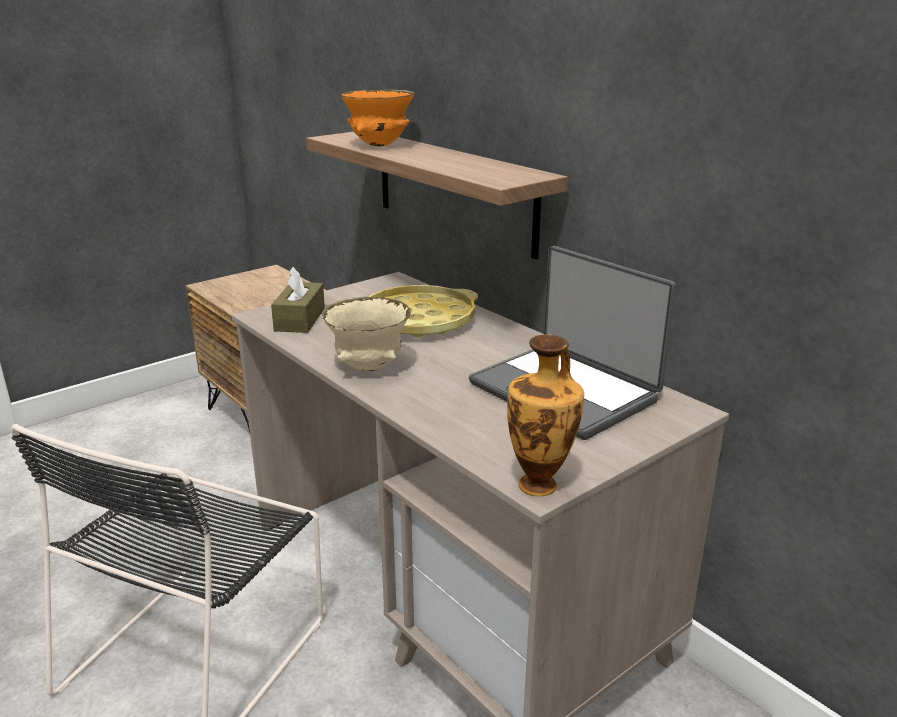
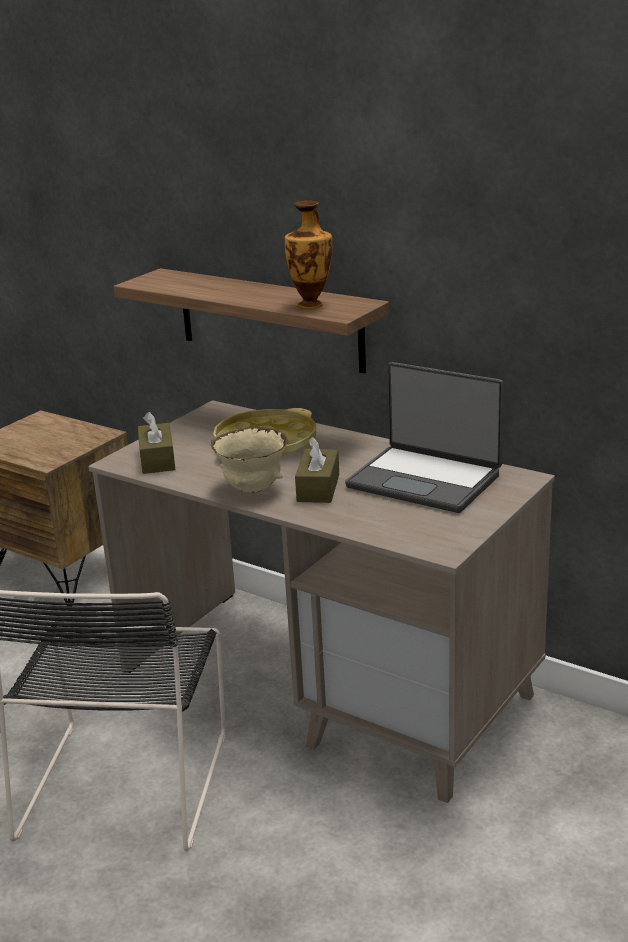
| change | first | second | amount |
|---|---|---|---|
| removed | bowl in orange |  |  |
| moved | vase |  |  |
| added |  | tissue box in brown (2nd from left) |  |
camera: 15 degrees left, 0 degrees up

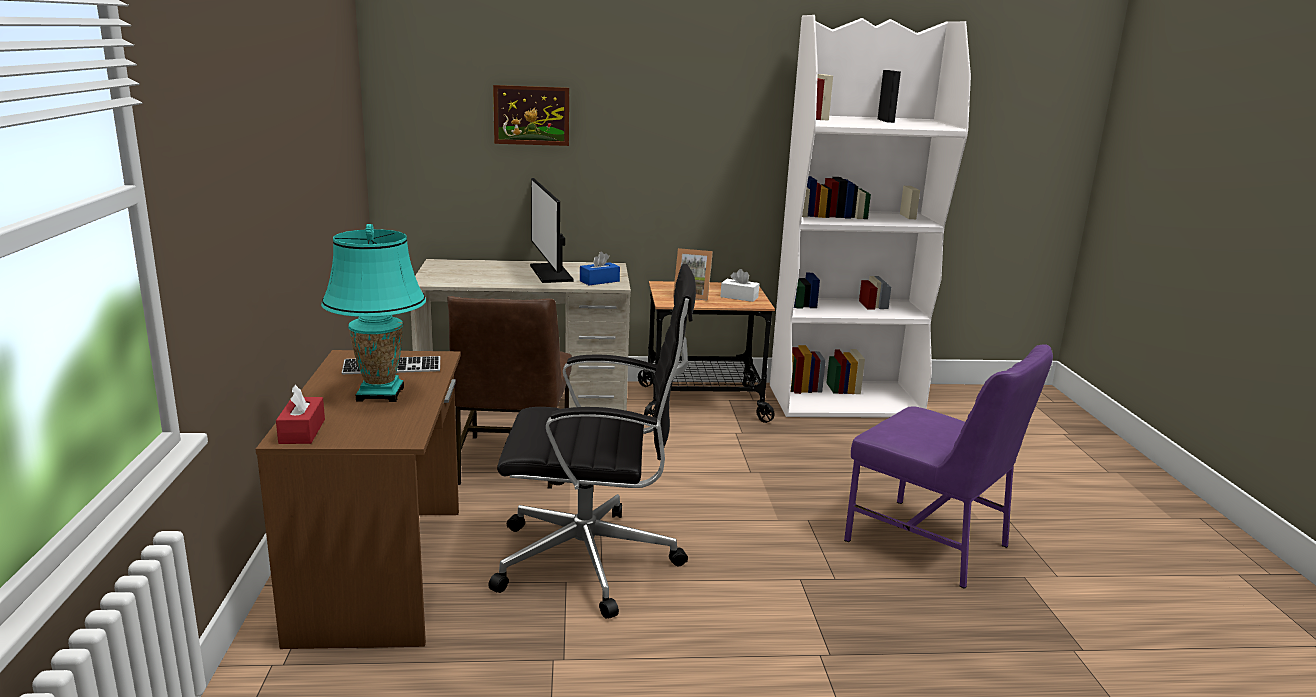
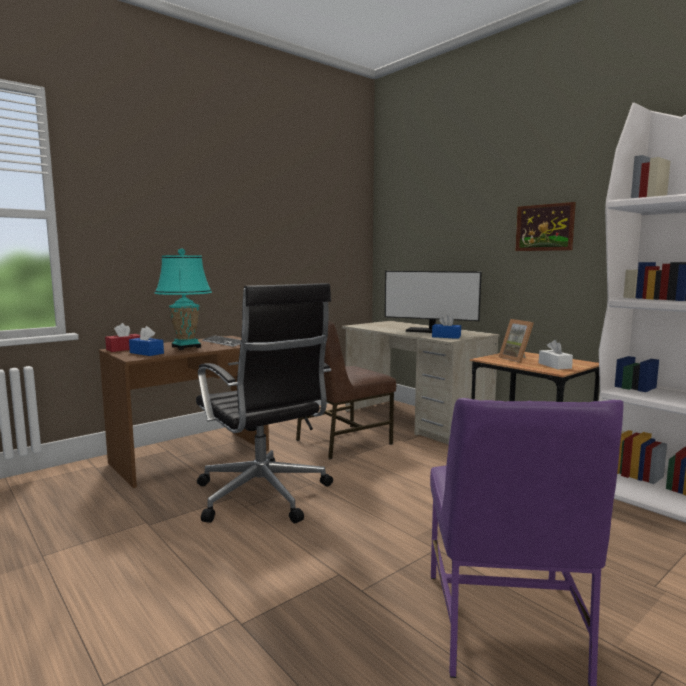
| change | first | second | amount |
|---|---|---|---|
| moved | picture |  |  |
| turned | monitor |  | 105 degrees counterclockwise |
| added |  | tissue box in blue (1st from left) |  |
camera: 55 degrees right, 10 degrees down

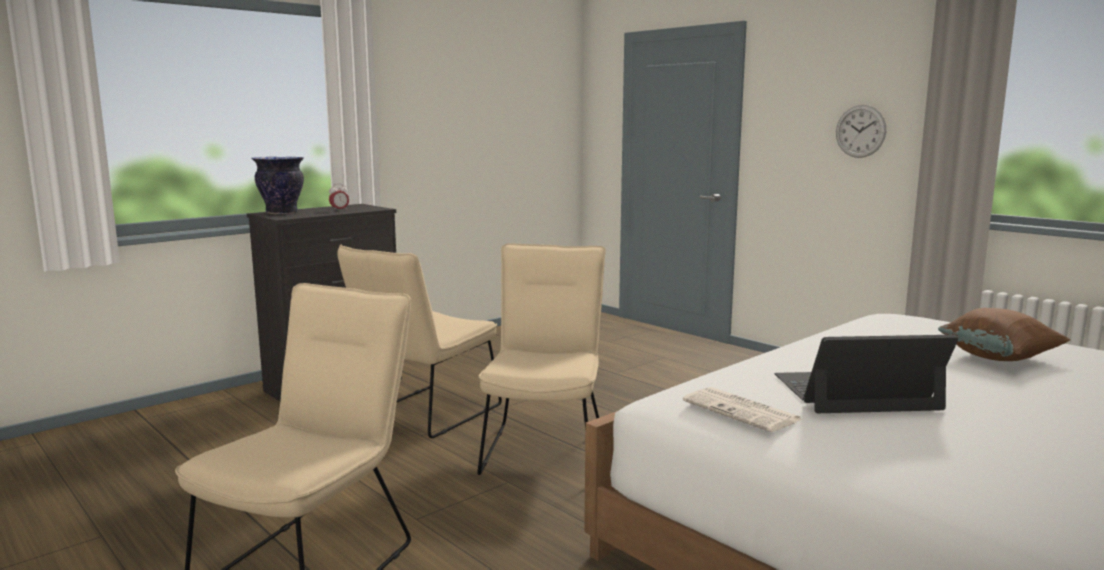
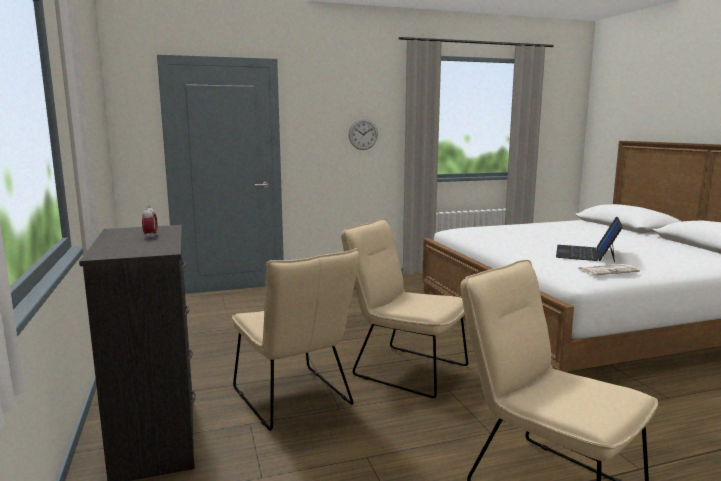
| change | first | second | amount |
|---|---|---|---|
| removed | vase |  |  |
| removed | pillow in brown |  |  |
camera: 65 degrees left, 0 degrees up

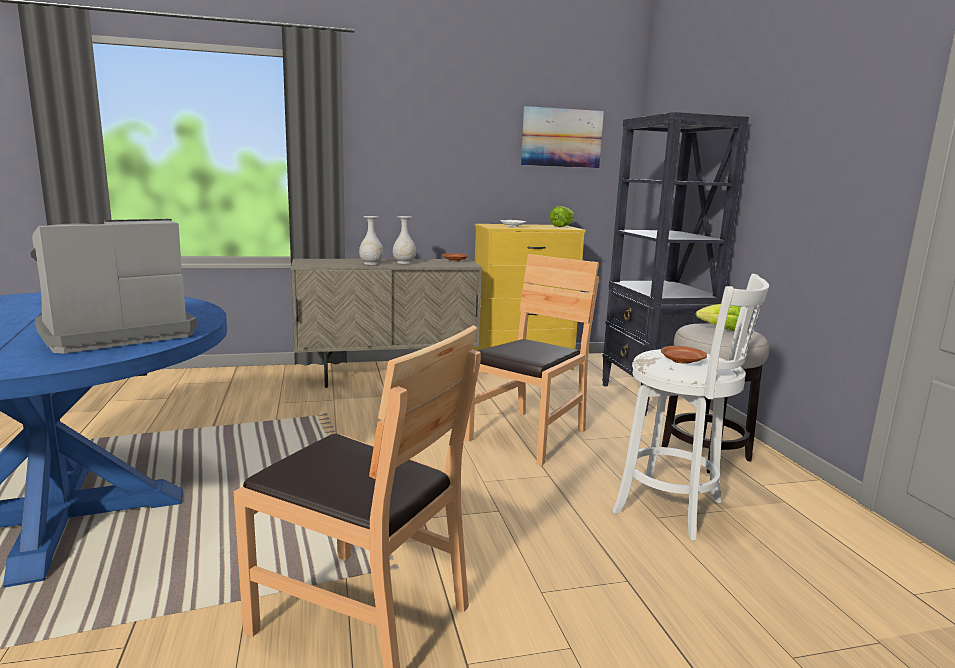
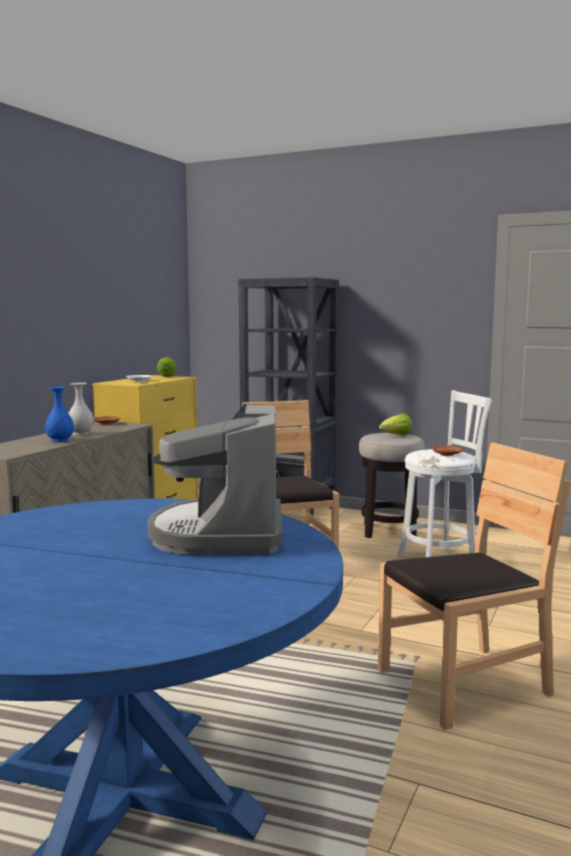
| change | first | second | amount |
|---|---|---|---|
| removed | picture |  |  |
| recoloured | vase in white (1st from left) | vase in blue |  |
camera: 50 degrees left, 5 degrees down

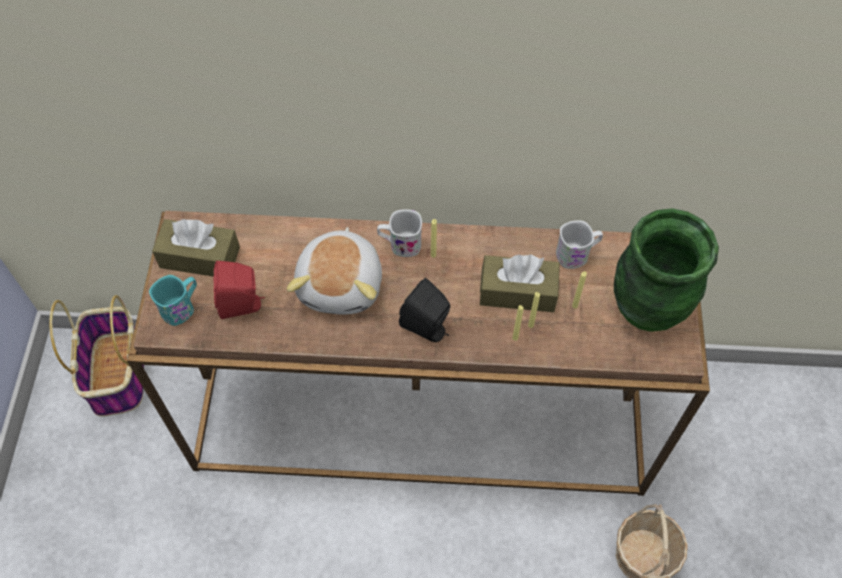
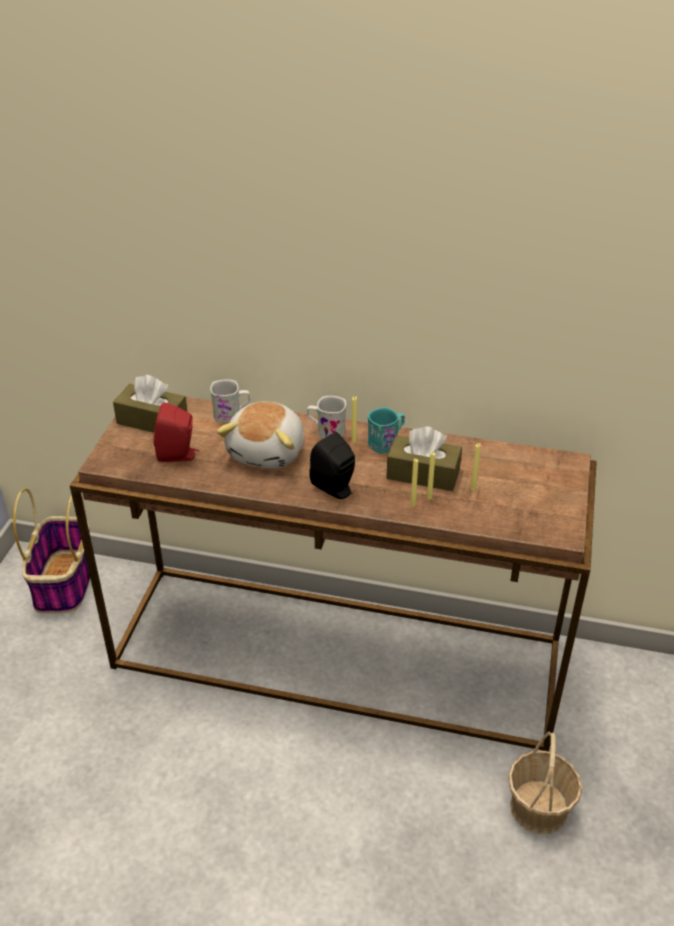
| change | first | second | amount |
|---|---|---|---|
| removed | vase in green |  |  |
| moved | mug in white (2nd from left in the first image) | mug in white (1st from left) |  |
| moved | mug in turquoise |  |  |
camera: 10 degrees right, 20 degrees down

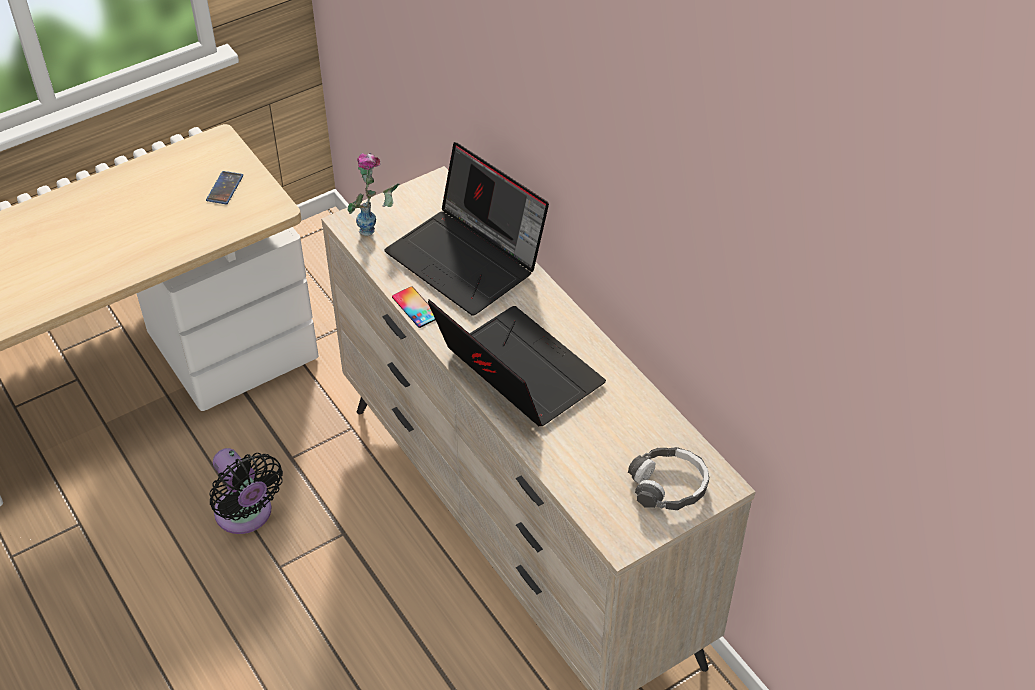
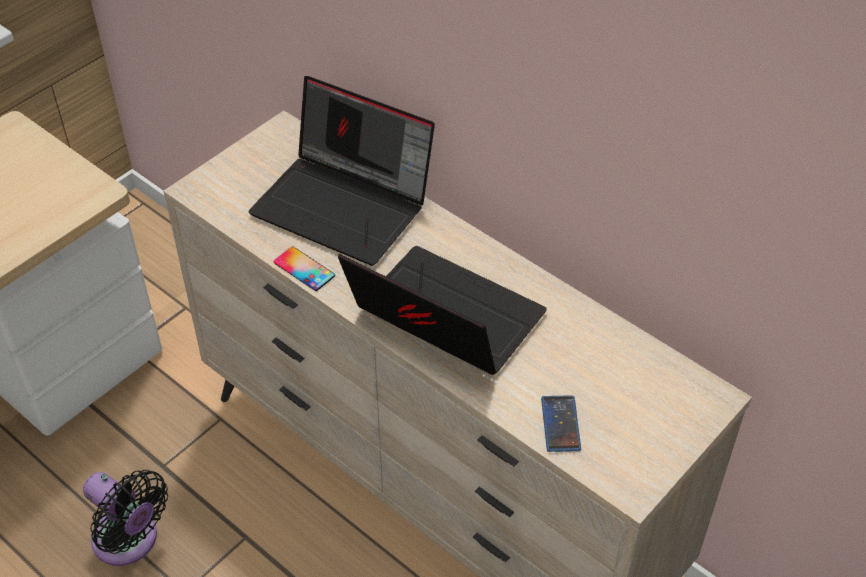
| change | first | second | amount |
|---|---|---|---|
| removed | vase |  |  |
| moved | phone (1st from left in the first image) | phone (2nd from left) |  |
| removed | headphones |  |  |
camera: 15 degrees left, 0 degrees up

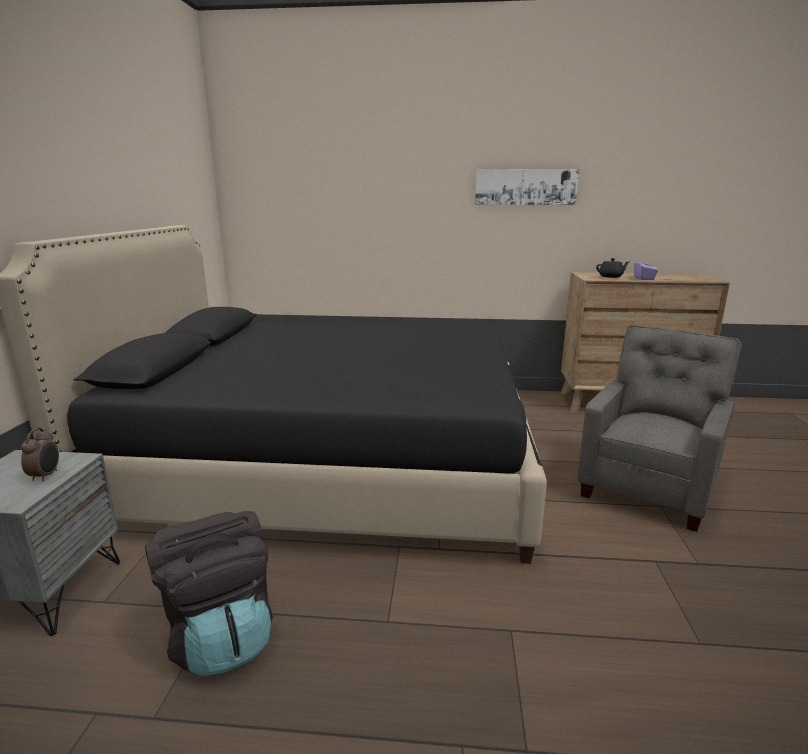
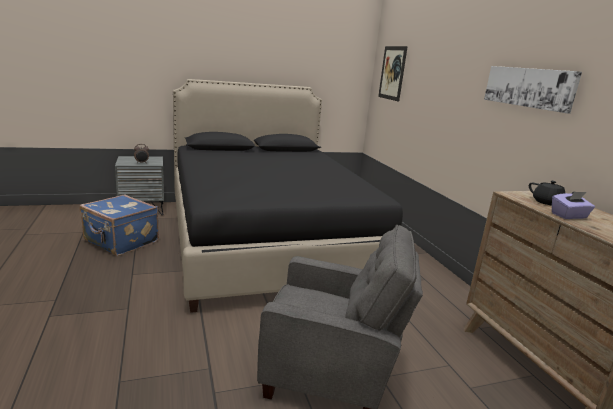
| change | first | second | amount |
|---|---|---|---|
| replaced | backpack in black | suitcase in blue |  |
| added |  | picture (1st from left) |  |
camera: 65 degrees right, 0 degrees up

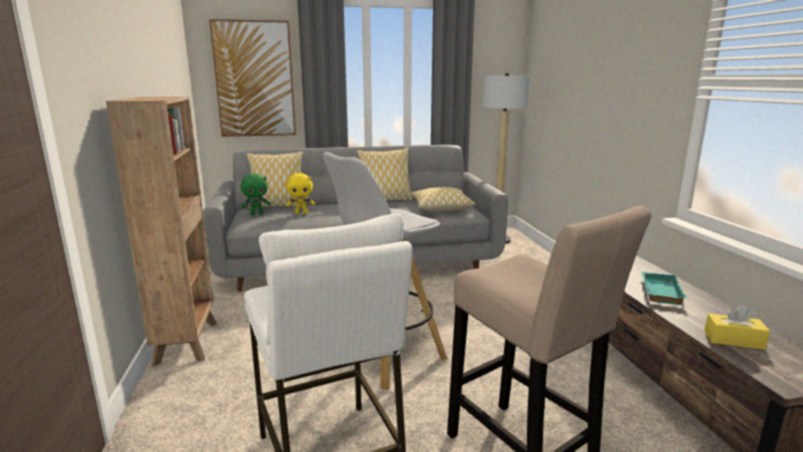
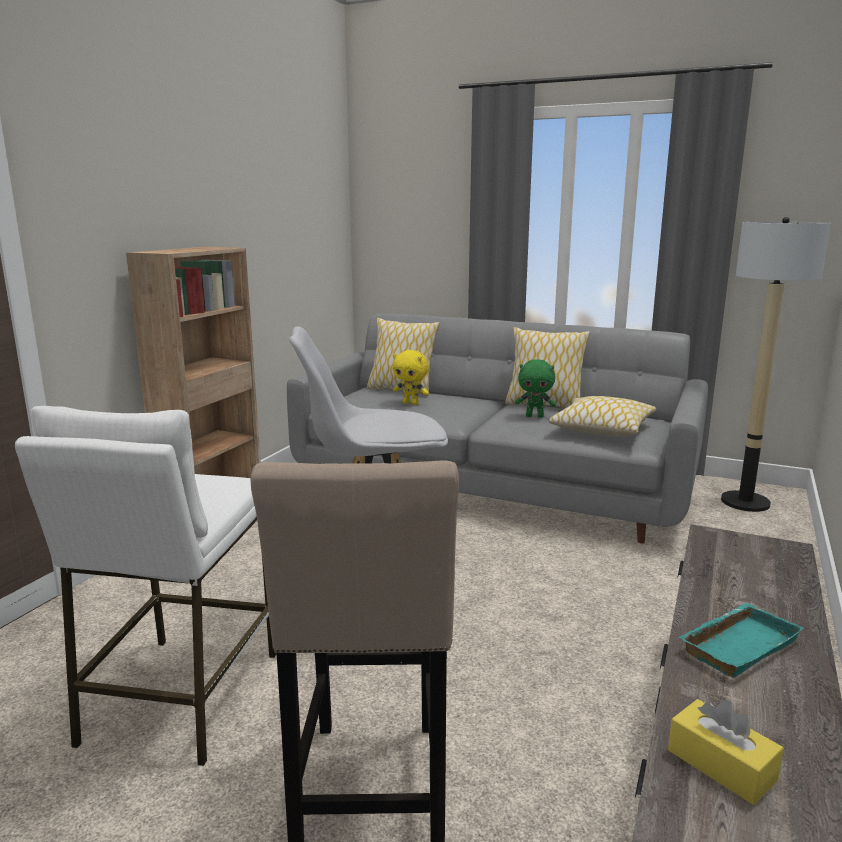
| change | first | second | amount |
|---|---|---|---|
| removed | picture |  |  |
| moved | plush toy in green |  |  |
camera: 35 degrees right, 0 degrees up

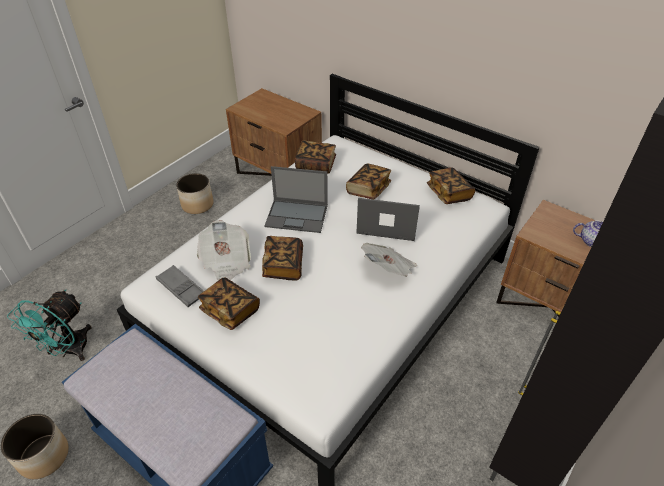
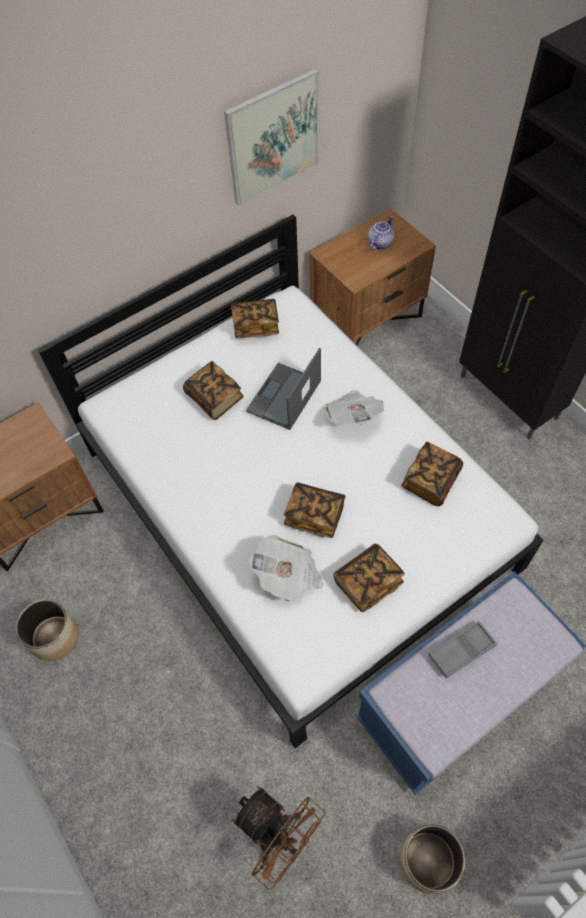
| change | first | second | amount |
|---|---|---|---|
| moved | book (3rd from left in the first image) | book (5th from left) |  |
| removed | laptop (1st from left) |  |  |
| moved | tray in grey |  |  |
| recoloured | fan in turquoise | fan in brown |  |
| added |  | picture |  |
camera: 70 degrees left, 15 degrees up

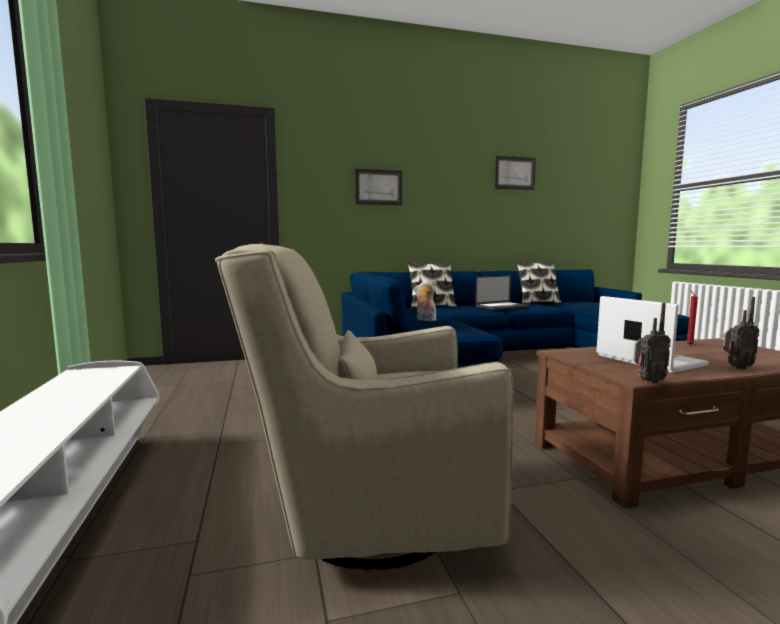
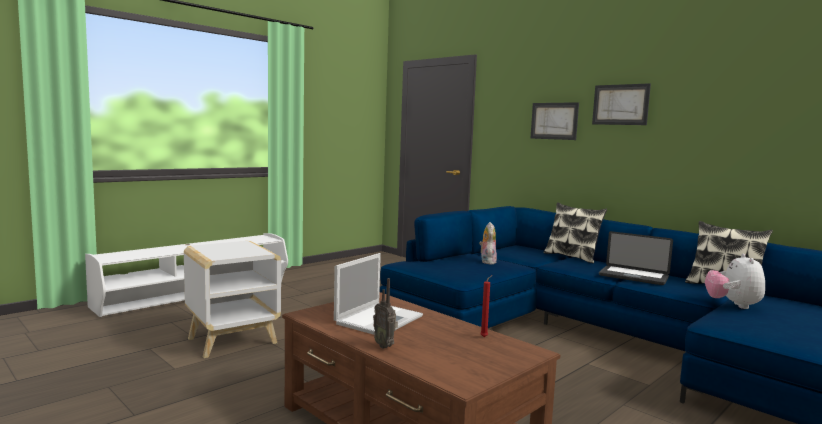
| change | first | second | amount |
|---|---|---|---|
| moved | picture (2nd from left) |  |  |
| replaced | armchair in beige | side table in white |  |
| removed | radio (1st from left) |  |  |
| added |  | plush toy (2nd from left) |  |
camera: 60 degrees right, 0 degrees up

